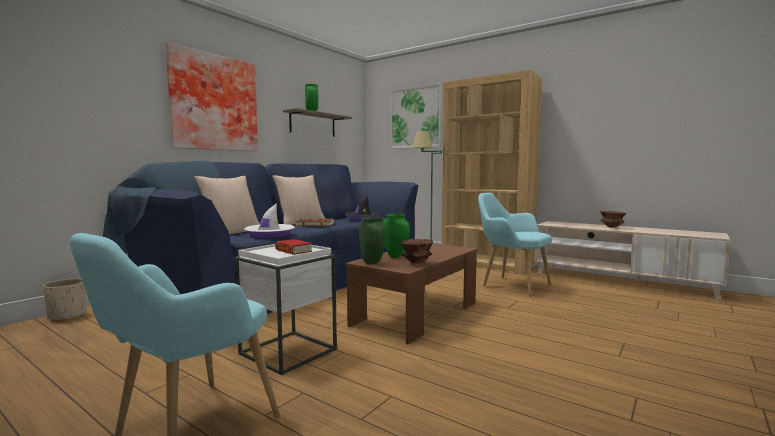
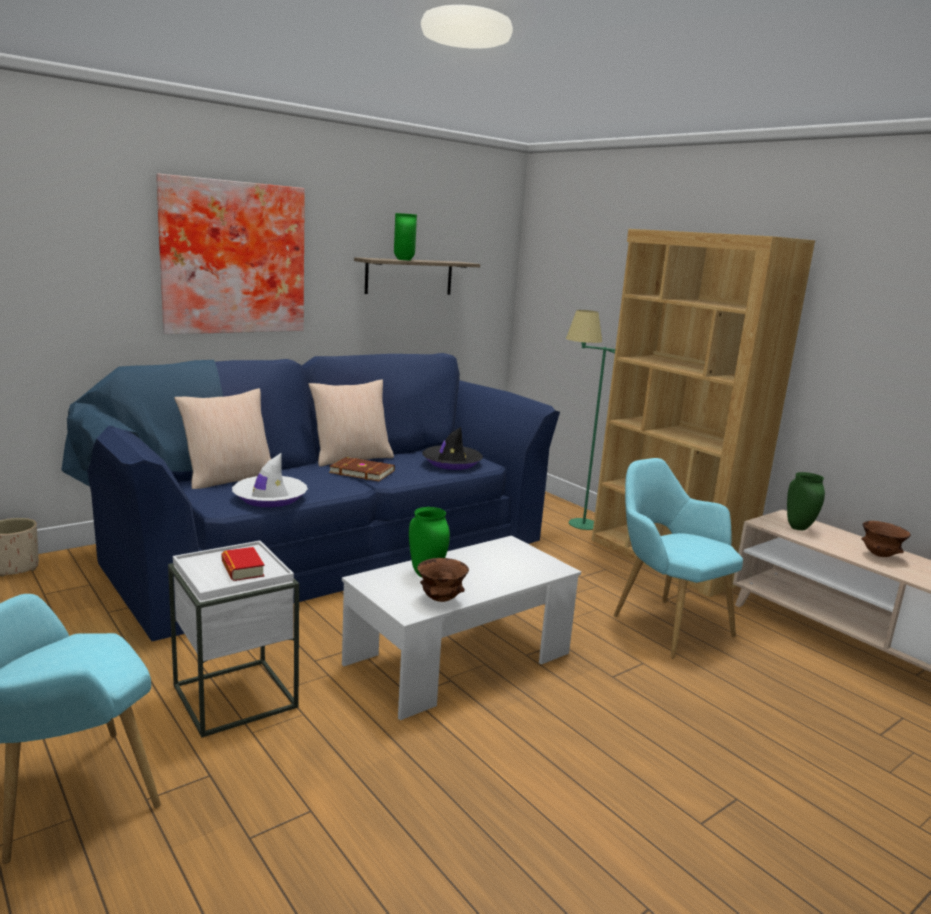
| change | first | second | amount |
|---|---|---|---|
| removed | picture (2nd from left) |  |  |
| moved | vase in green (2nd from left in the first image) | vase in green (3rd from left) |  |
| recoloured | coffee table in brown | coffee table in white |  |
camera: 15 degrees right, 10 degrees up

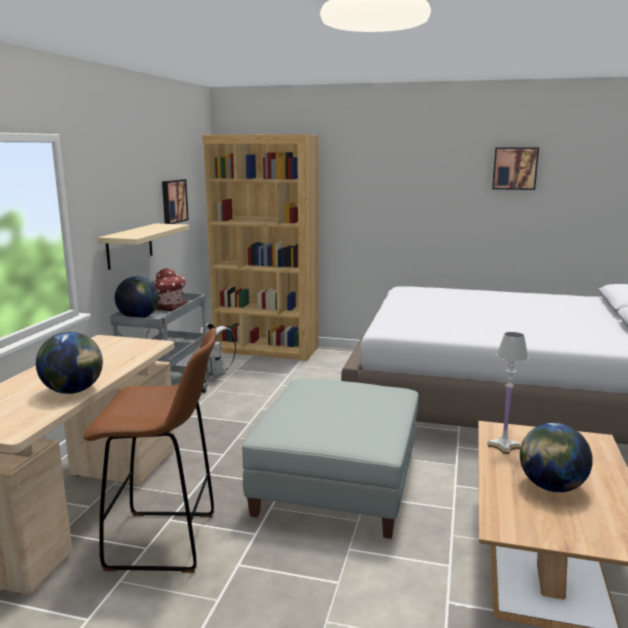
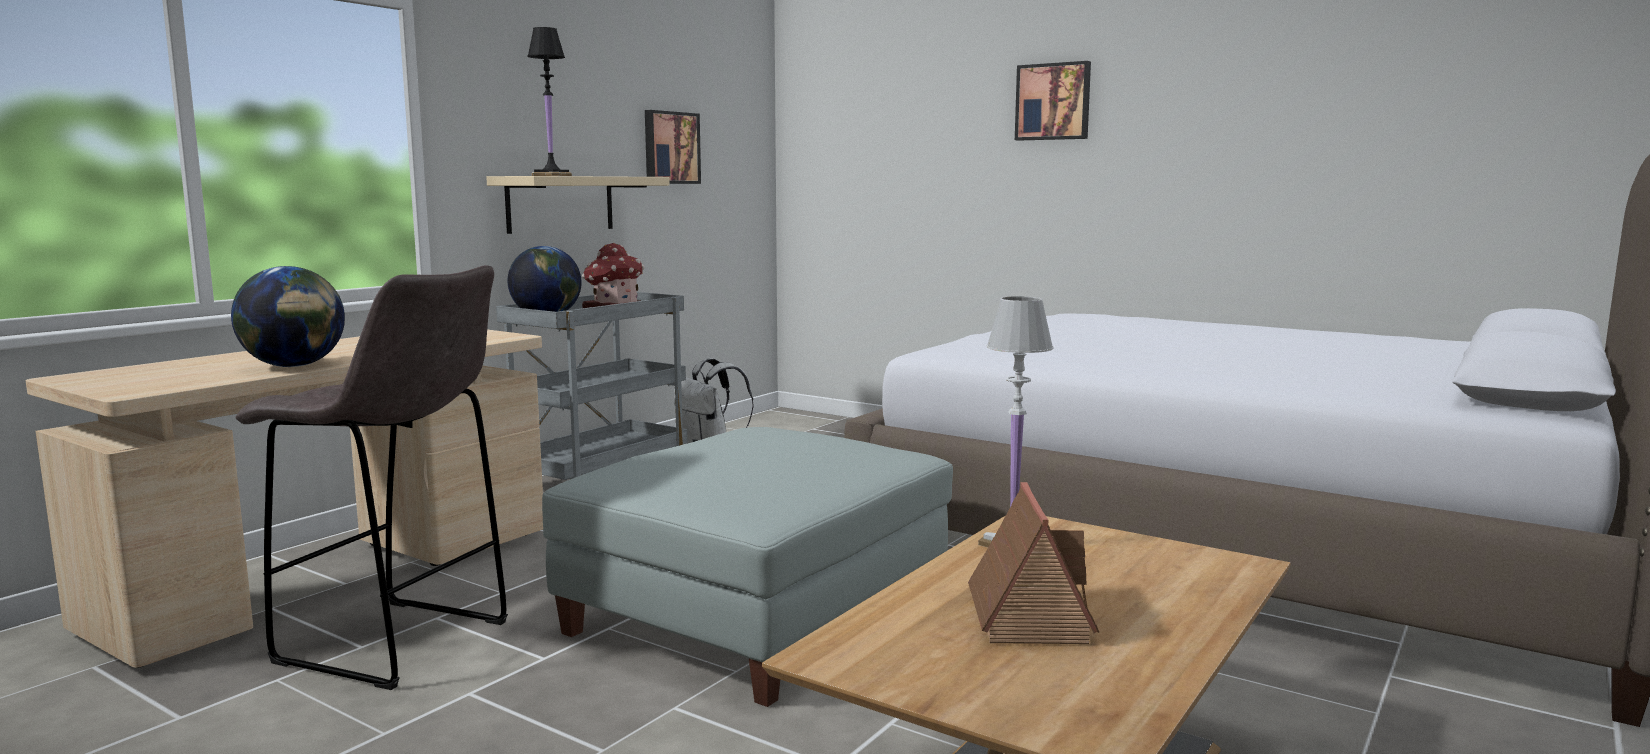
| change | first | second | amount |
|---|---|---|---|
| removed | bookcase in brown |  |  |
| moved | picture (2nd from left) |  |  |
| recoloured | stool in brown | stool in grey |  |
| replaced | globe (3rd from left) | toy house (2nd from left) |  |
| added |  | table lamp in black |  |
camera: 20 degrees right, 5 degrees down

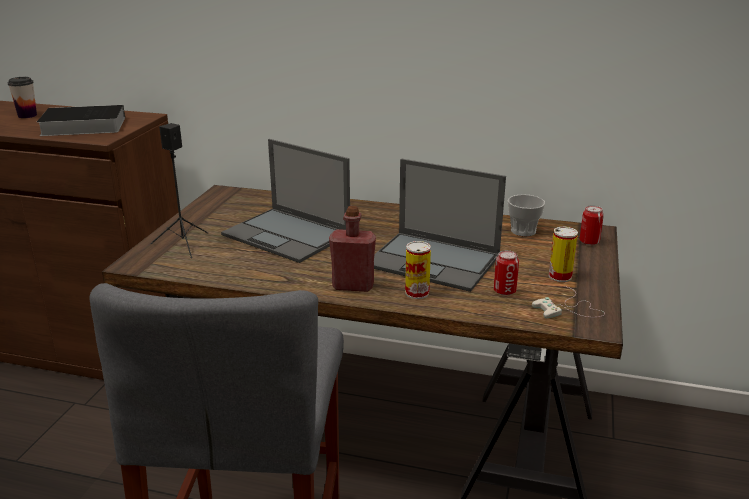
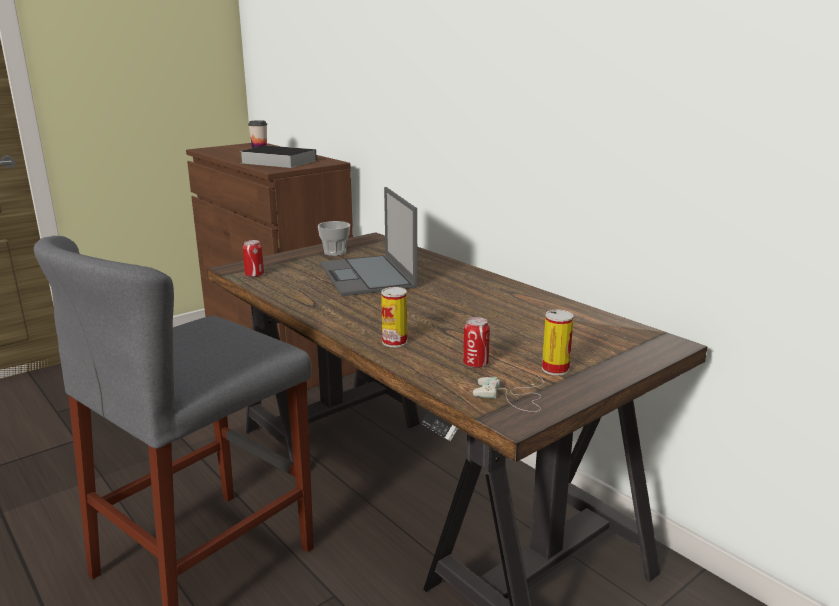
| change | first | second | amount |
|---|---|---|---|
| removed | speaker in black |  |  |
| removed | laptop (2nd from left) |  |  |
| moved | cup (2nd from left) |  |  |
| moved | can (4th from left in the first image) | can (1st from left) |  |
| removed | bottle in red |  |  |
camera: 35 degrees right, 5 degrees down

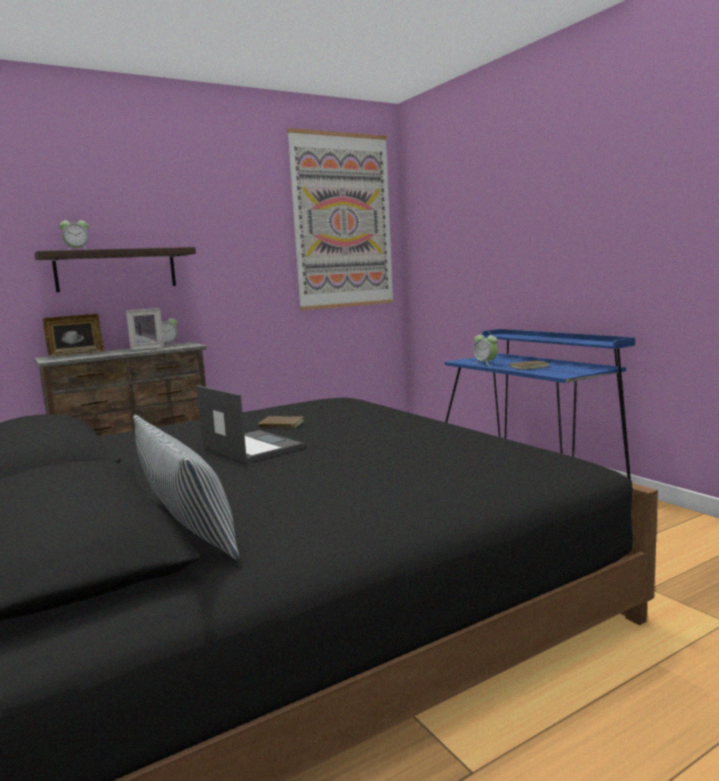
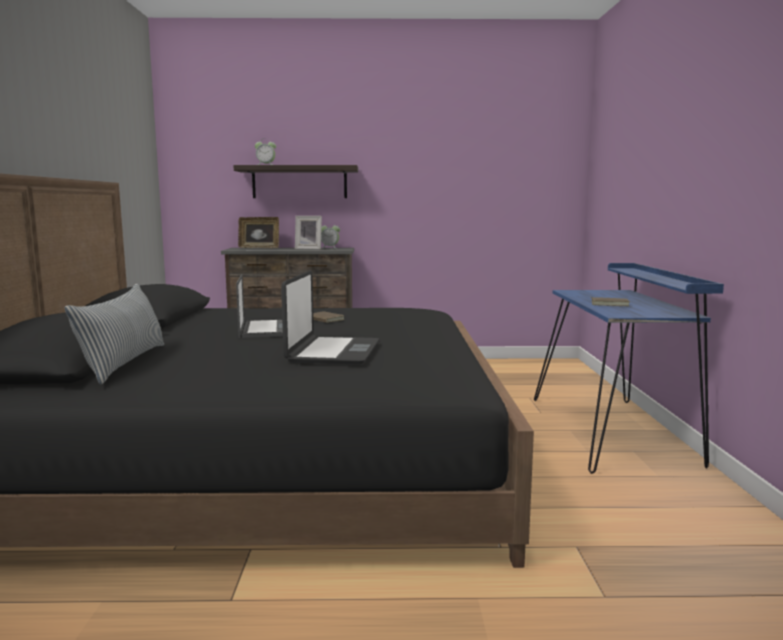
| change | first | second | amount |
|---|---|---|---|
| removed | picture |  |  |
| removed | alarm clock (3rd from left) |  |  |
| added |  | laptop (2nd from left) |  |
camera: 30 degrees right, 0 degrees up

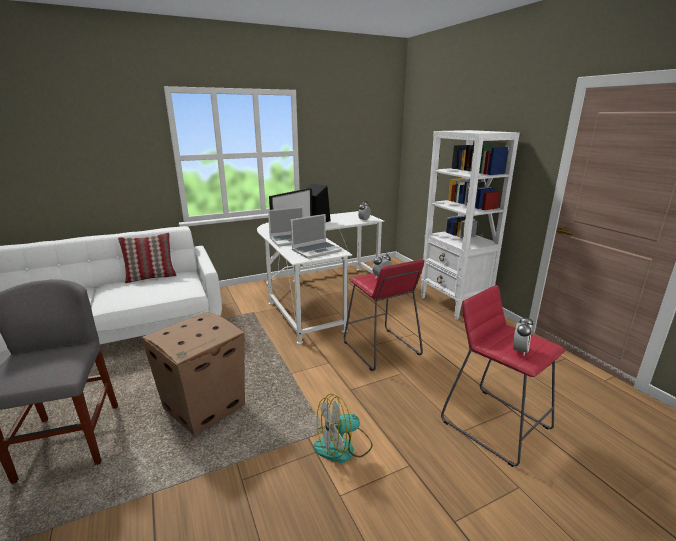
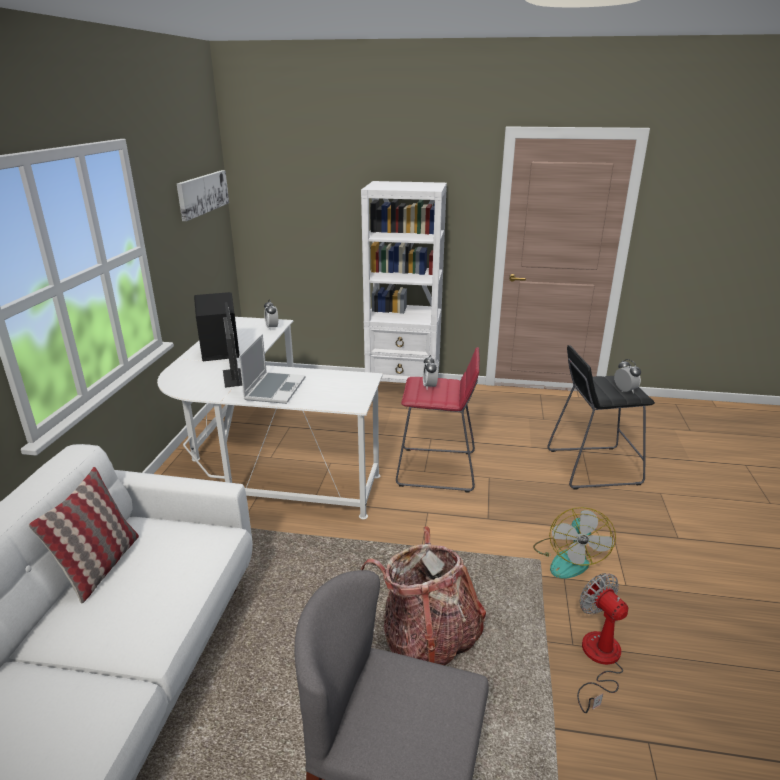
| change | first | second | amount |
|---|---|---|---|
| removed | laptop (2nd from left) |  |  |
| recoloured | stool in red (2nd from left) | stool in black |  |
| replaced | cardboard box | backpack |  |
| added |  | picture |  |
| added |  | fan (2nd from left) |  |
camera: 55 degrees left, 5 degrees up

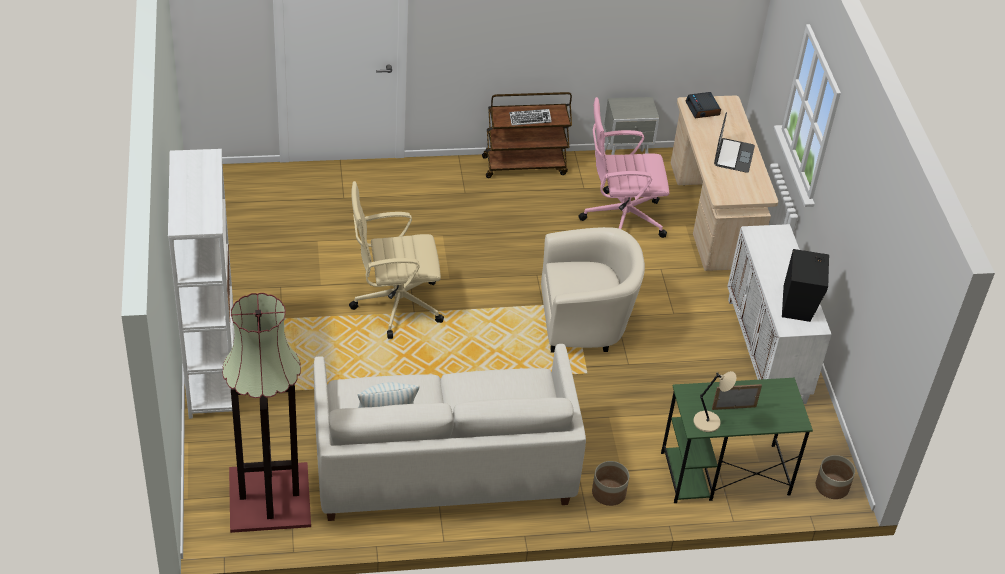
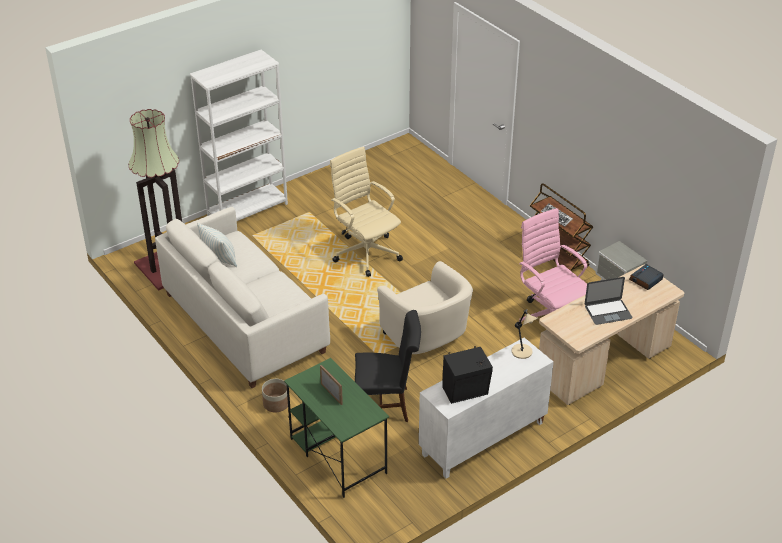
| change | first | second | amount |
|---|---|---|---|
| moved | table lamp in beige |  |  |
| removed | planter (2nd from left) |  |  |
| added |  | chair in black |  |
camera: 65 degrees right, 5 degrees down

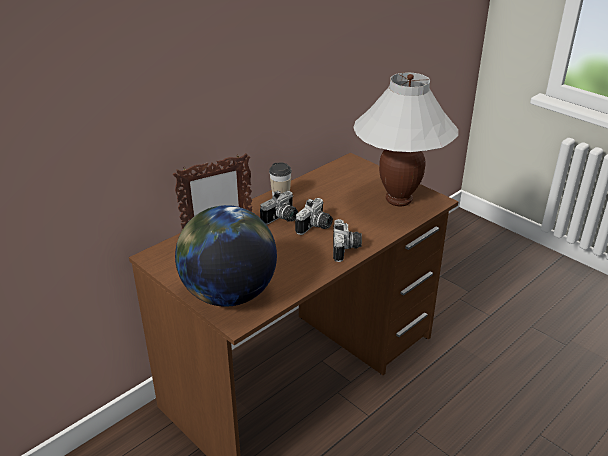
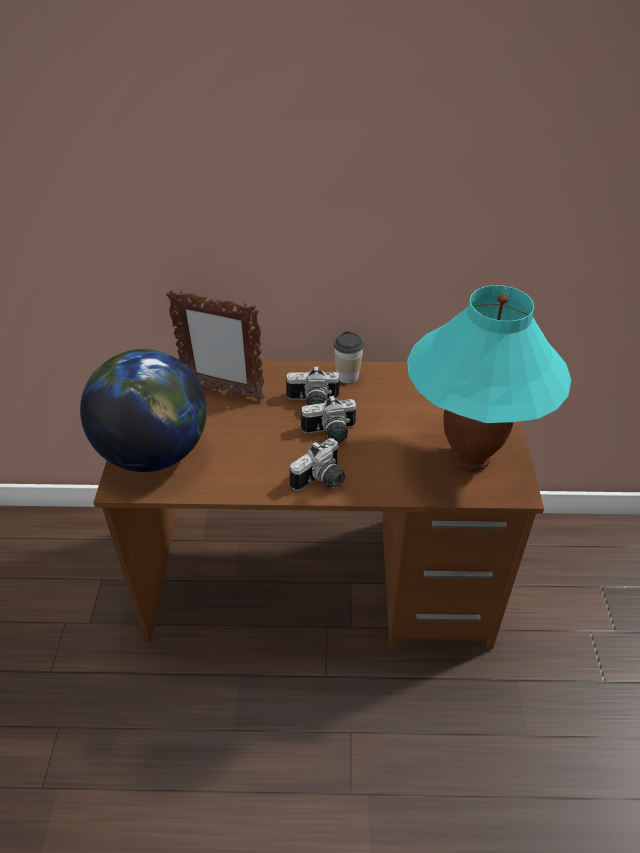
| change | first | second | amount |
|---|---|---|---|
| recoloured | table lamp in white | table lamp in turquoise |  |
camera: 45 degrees right, 10 degrees up

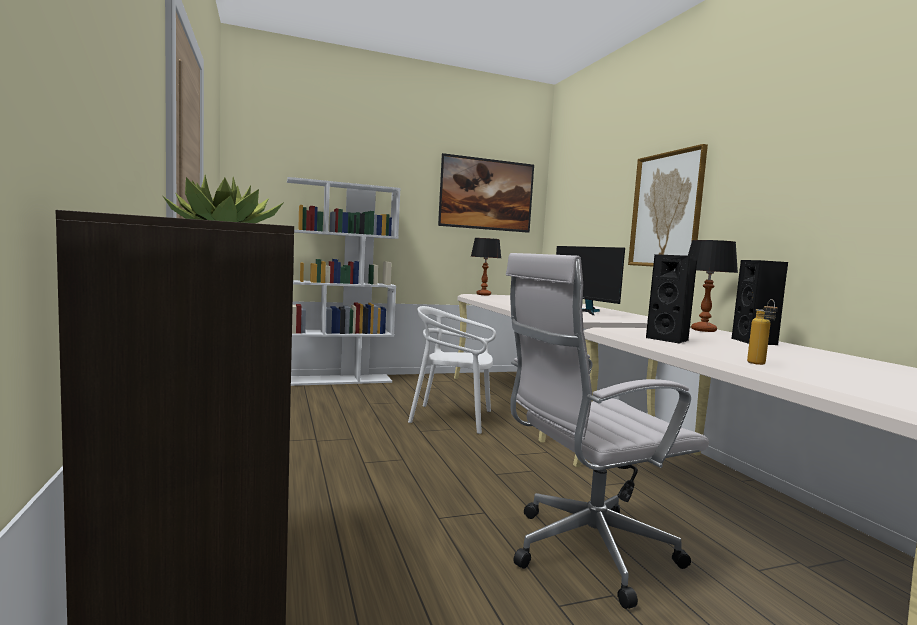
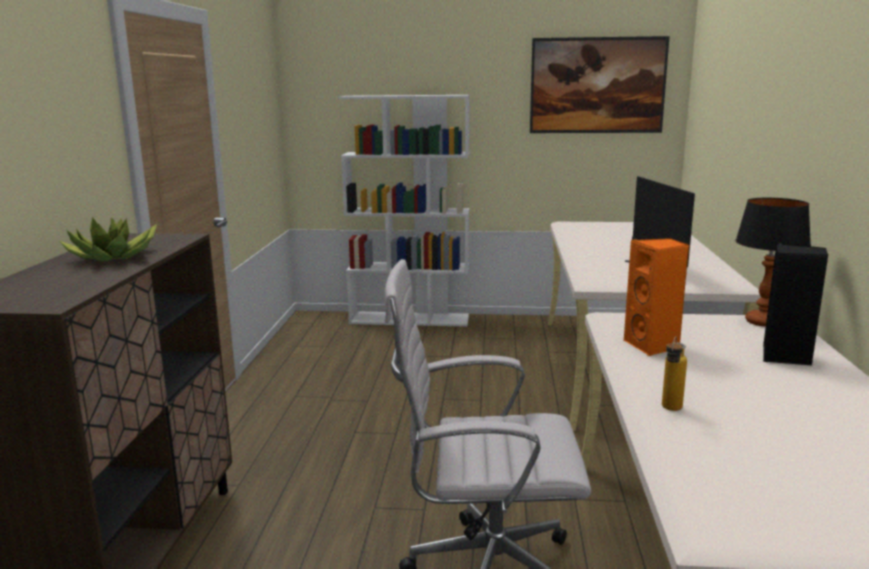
| change | first | second | amount |
|---|---|---|---|
| removed | picture (2nd from left) |  |  |
| removed | table lamp (1st from left) |  |  |
| recoloured | speaker in black (1st from left) | speaker in orange |  |
| removed | chair in white |  |  |
camera: 25 degrees right, 10 degrees up

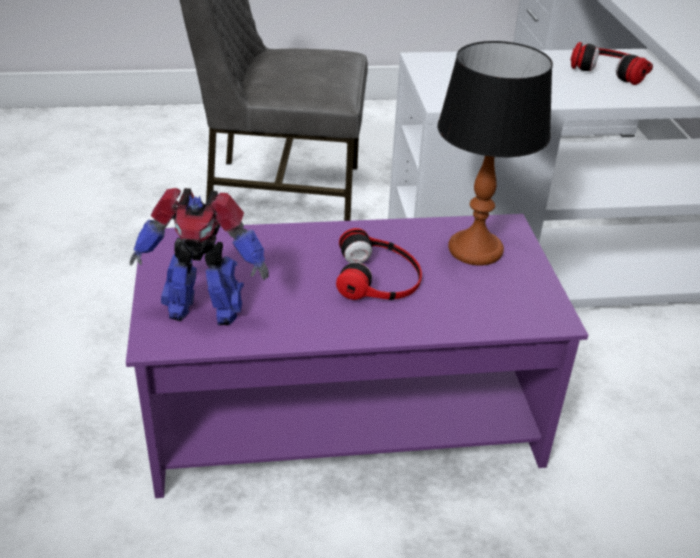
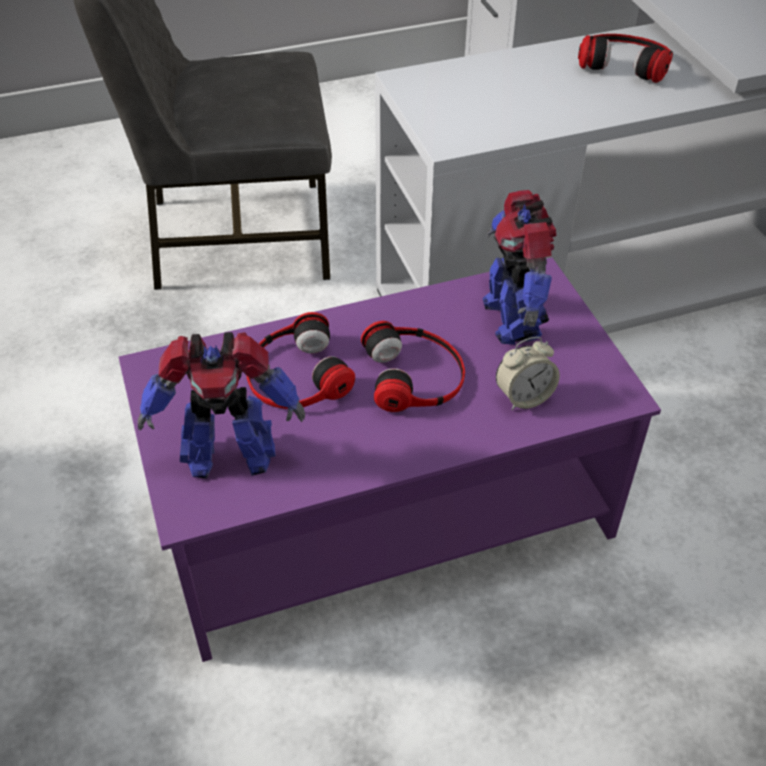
| change | first | second | amount |
|---|---|---|---|
| replaced | table lamp | toy robot (2nd from left) |  |
| added |  | headphones (1st from left) |  |
| added |  | alarm clock |  |
camera: 10 degrees left, 10 degrees up

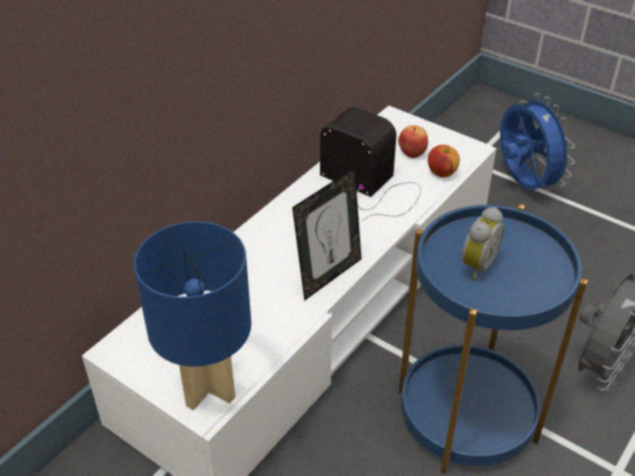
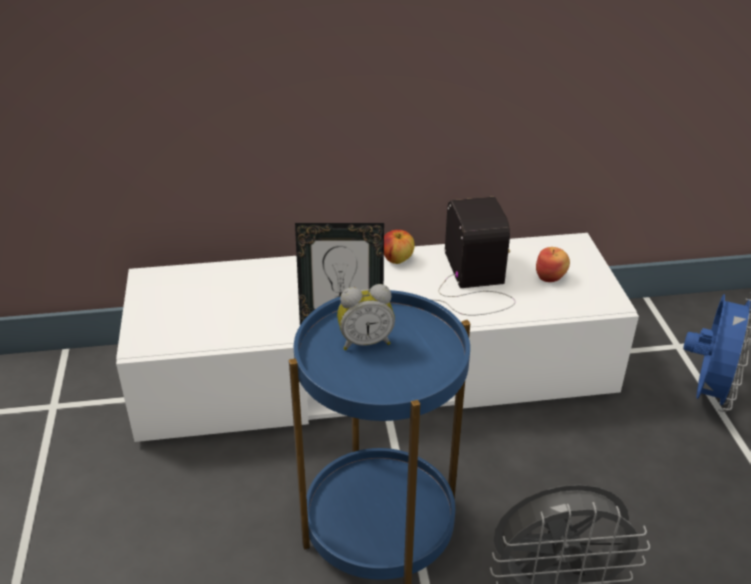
| change | first | second | amount |
|---|---|---|---|
| moved | apple (2nd from left in the first image) | apple (1st from left) |  |
| removed | table lamp in blue |  |  |
camera: 45 degrees right, 5 degrees down

